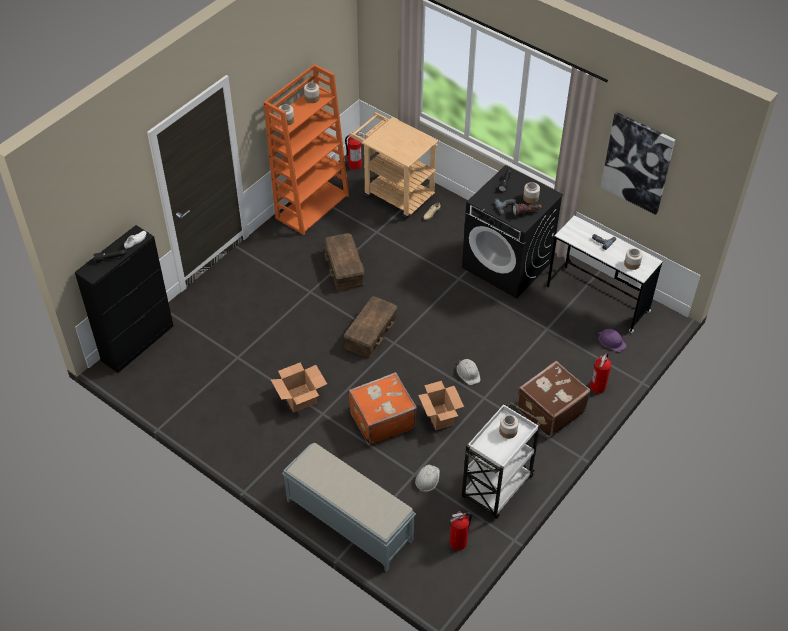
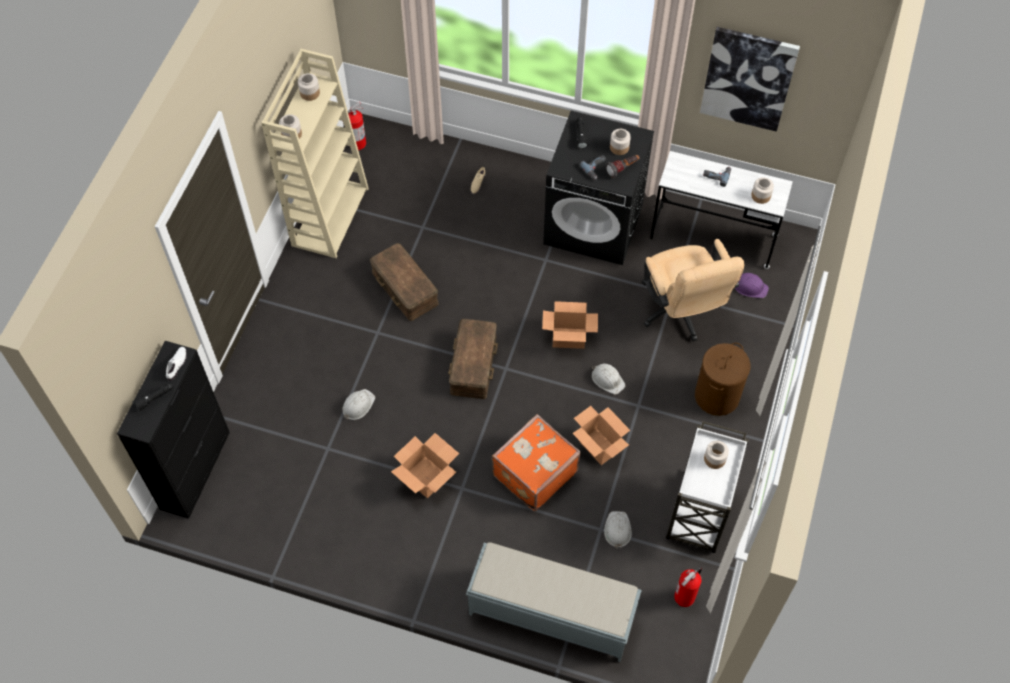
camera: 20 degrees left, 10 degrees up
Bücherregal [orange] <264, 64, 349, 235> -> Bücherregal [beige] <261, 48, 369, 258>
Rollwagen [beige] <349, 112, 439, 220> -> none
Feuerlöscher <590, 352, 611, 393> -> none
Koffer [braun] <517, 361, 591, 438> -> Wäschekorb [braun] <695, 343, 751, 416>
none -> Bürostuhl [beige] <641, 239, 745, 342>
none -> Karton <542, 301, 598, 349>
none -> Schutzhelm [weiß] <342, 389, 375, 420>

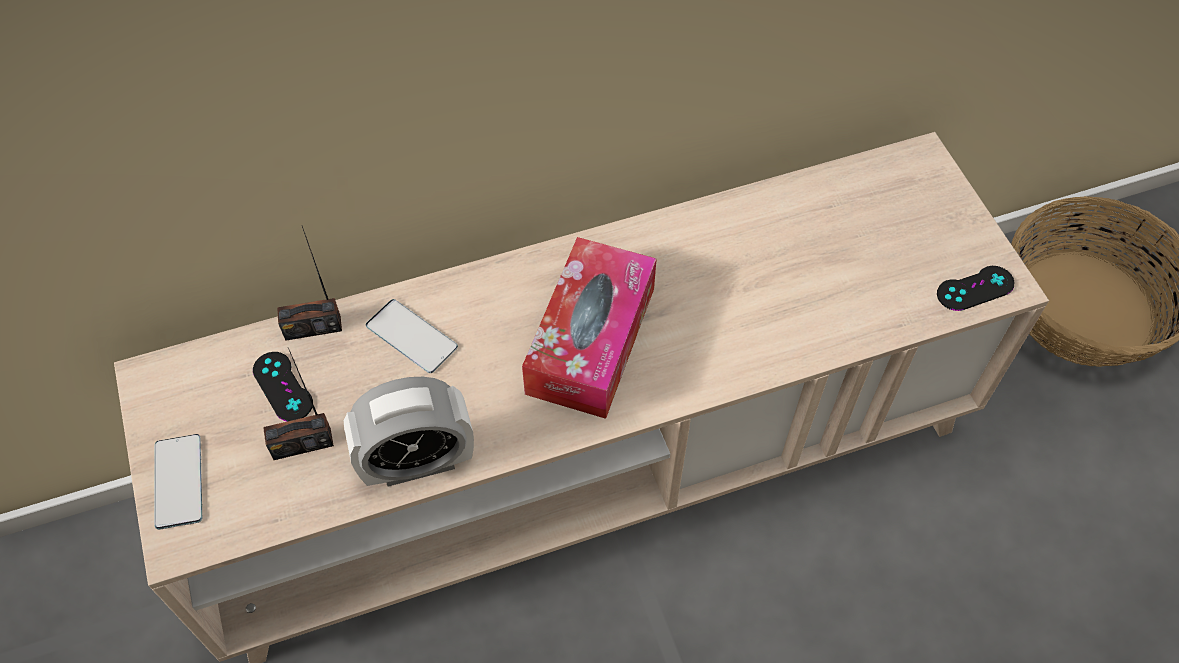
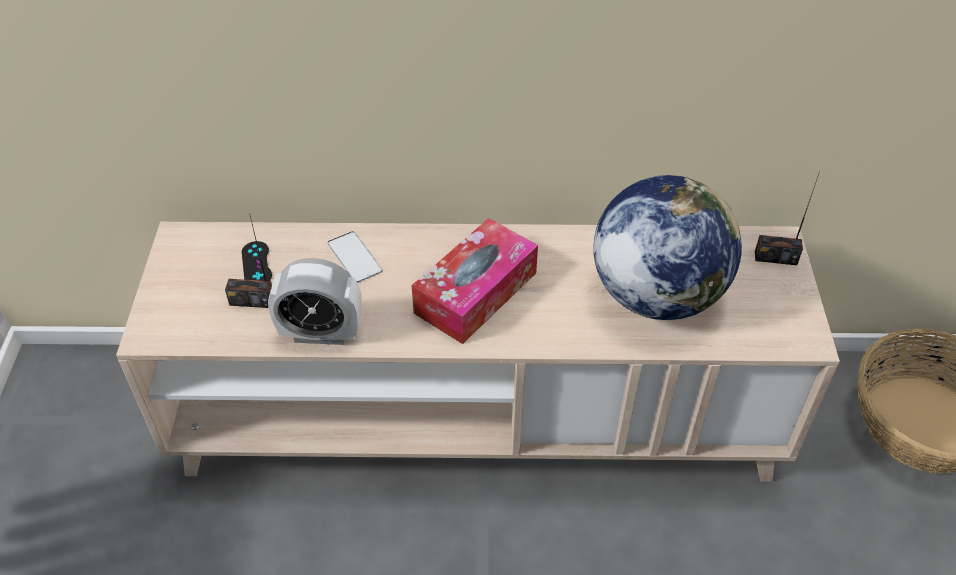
camera: 20 degrees right, 10 degrees down
Radio <277, 226, 342, 341> -> Radio <755, 171, 820, 265>, relocated
Gamepad [schwarz] <937, 266, 1014, 311> -> none
Handy <155, 434, 202, 530> -> none
none -> Globus <594, 175, 742, 320>

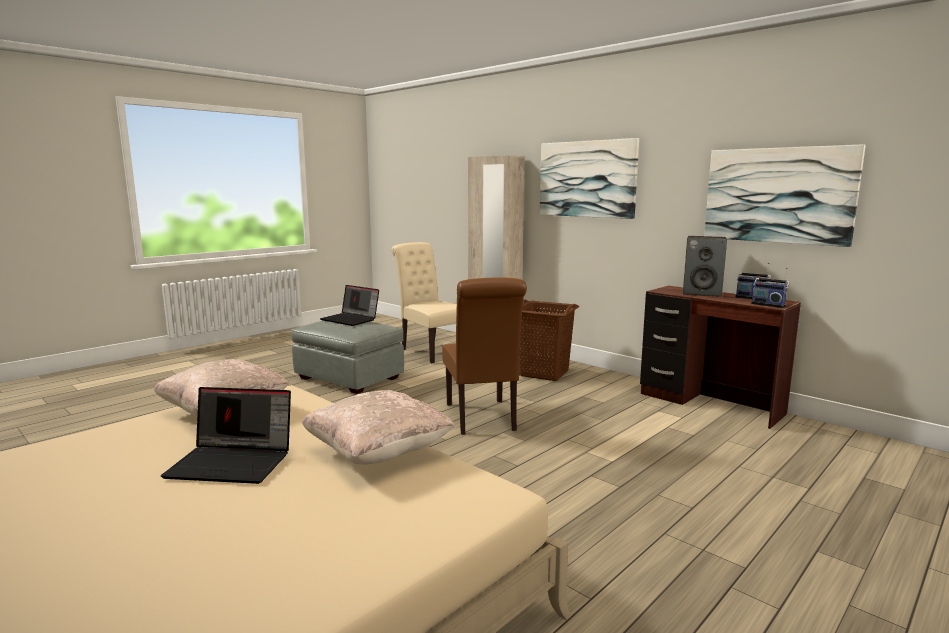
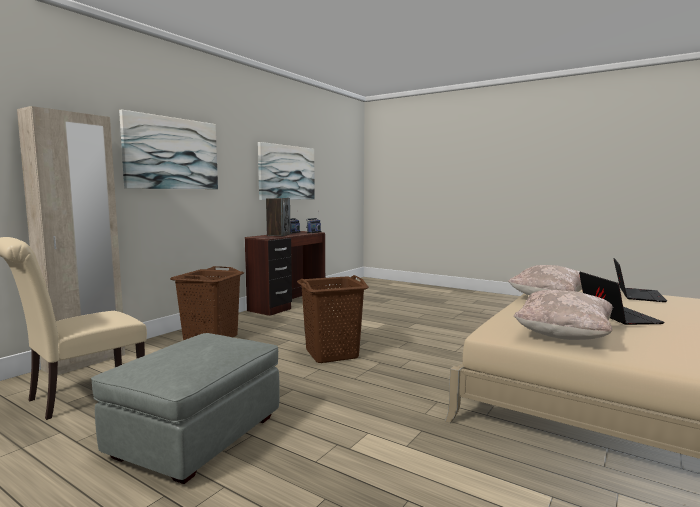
camera: 100 degrees left, 5 degrees down
Stuhl [braun] <442, 278, 527, 435> -> Wäschekorb [braun] <297, 275, 369, 363>
Laptop <320, 285, 379, 326> -> Laptop <613, 258, 667, 302>, relocated

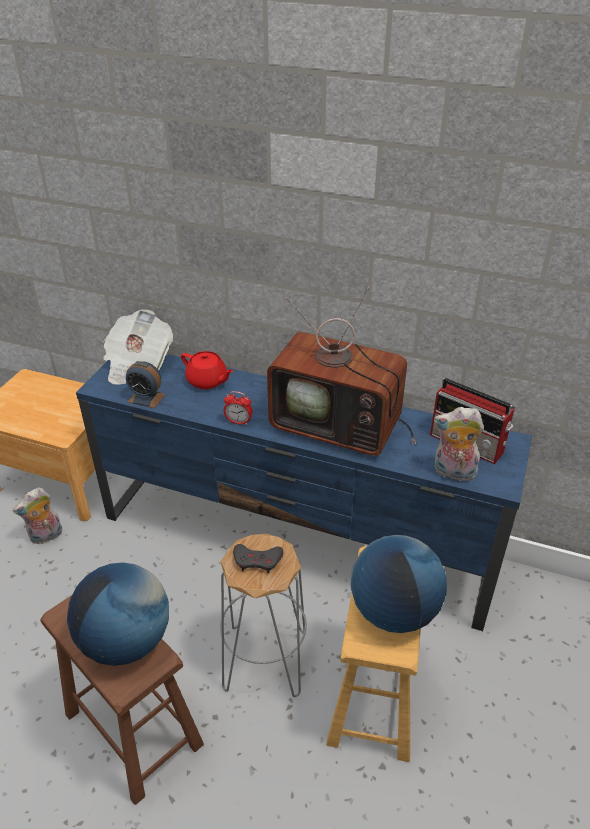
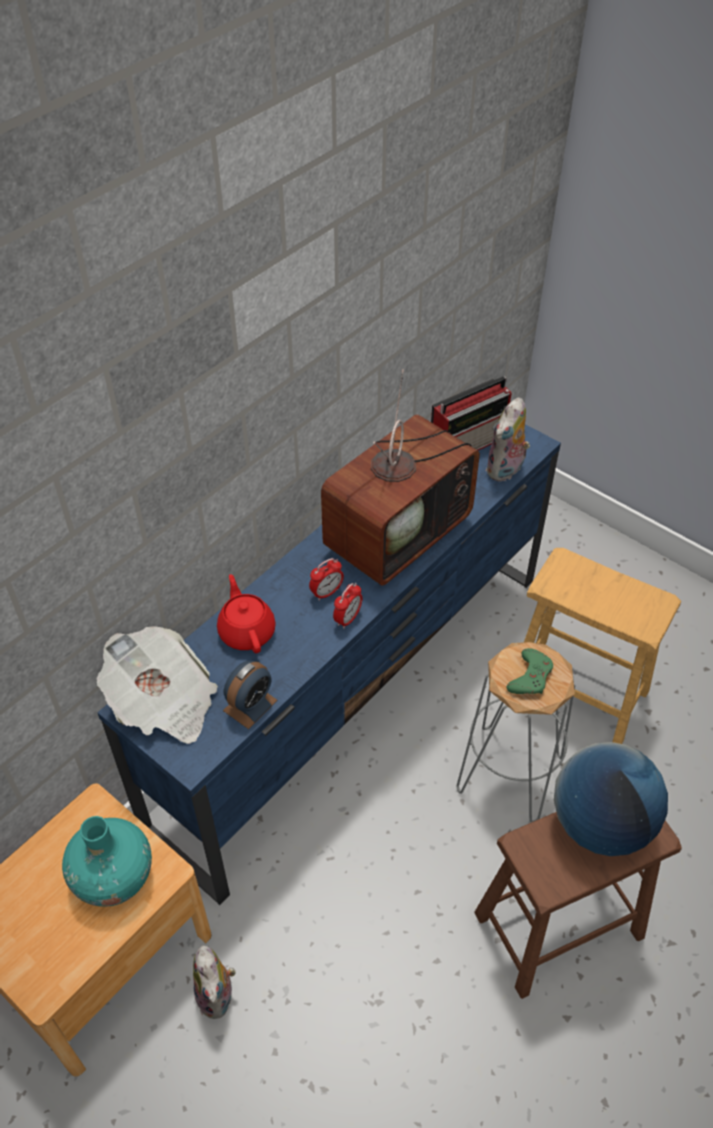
camera: 70 degrees left, 10 degrees up
Teekanne [rot] <181, 351, 234, 389> -> Teekanne [rot] <217, 574, 276, 653>, 75 degrees counterclockwise
Globus <351, 535, 447, 633> -> none
Gamepad [grau] <233, 544, 283, 573> -> Gamepad [grün] <507, 648, 553, 694>
none -> Wecker <309, 558, 344, 601>
none -> Vase [türkis] <62, 816, 152, 907>

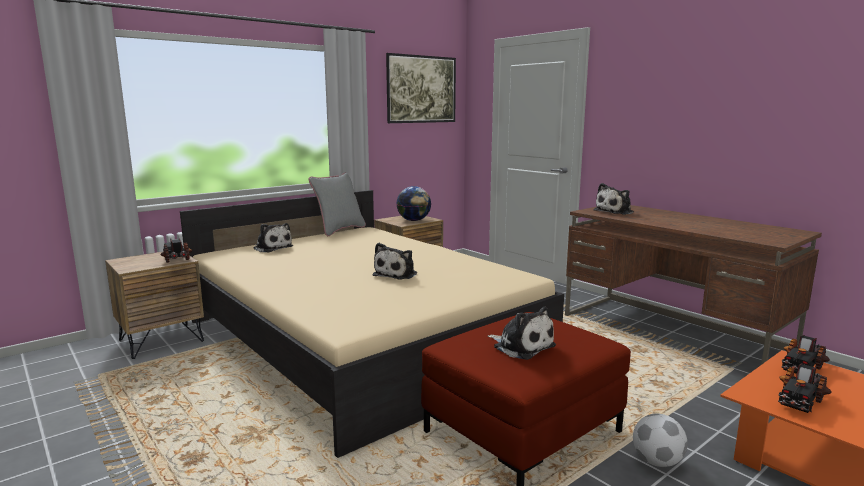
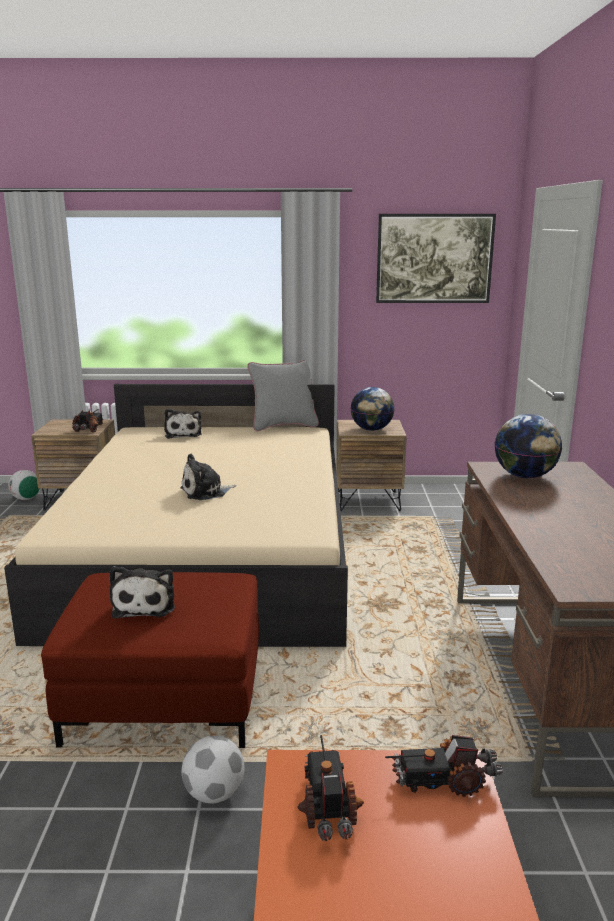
camera: 40 degrees right, 5 degrees up
Plüschtier <594, 183, 634, 215> -> Globus <495, 414, 562, 478>
Spielzeuglaster <778, 363, 832, 413> -> Spielzeuglaster <298, 735, 364, 841>, 90 degrees clockwise
none -> Fußball <8, 470, 40, 500>

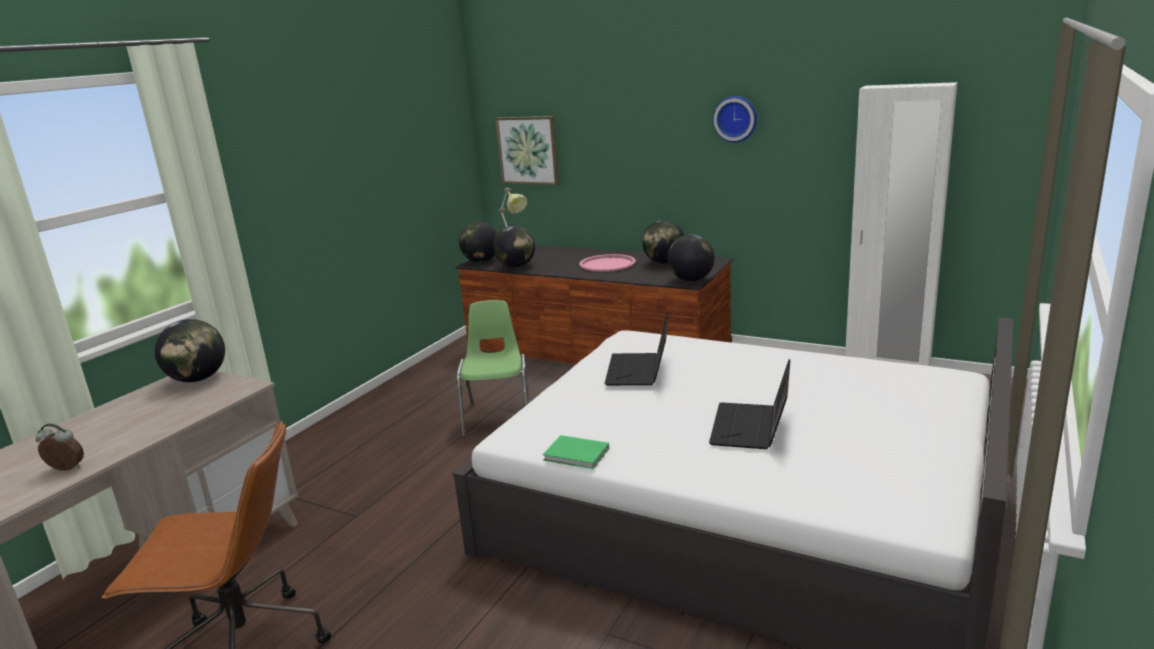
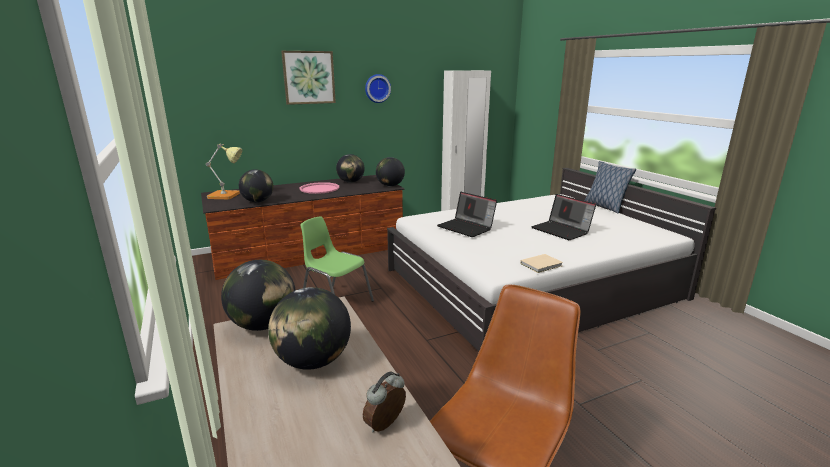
camera: 55 degrees left, 0 degrees up
Bild <495, 116, 559, 185> -> Bild <281, 51, 336, 105>, relocated
Globus <459, 222, 498, 262> -> Globus <268, 287, 351, 370>, relocated
Buch [grün] <543, 435, 609, 469> -> Buch [beige] <520, 254, 563, 273>
none -> Kissen <584, 161, 636, 213>

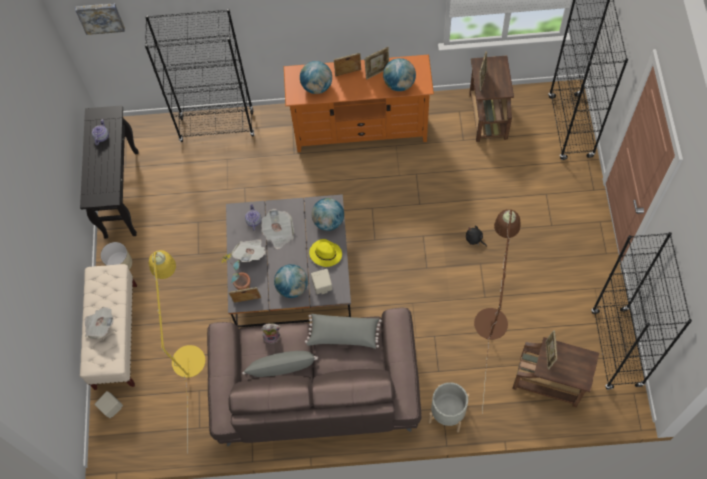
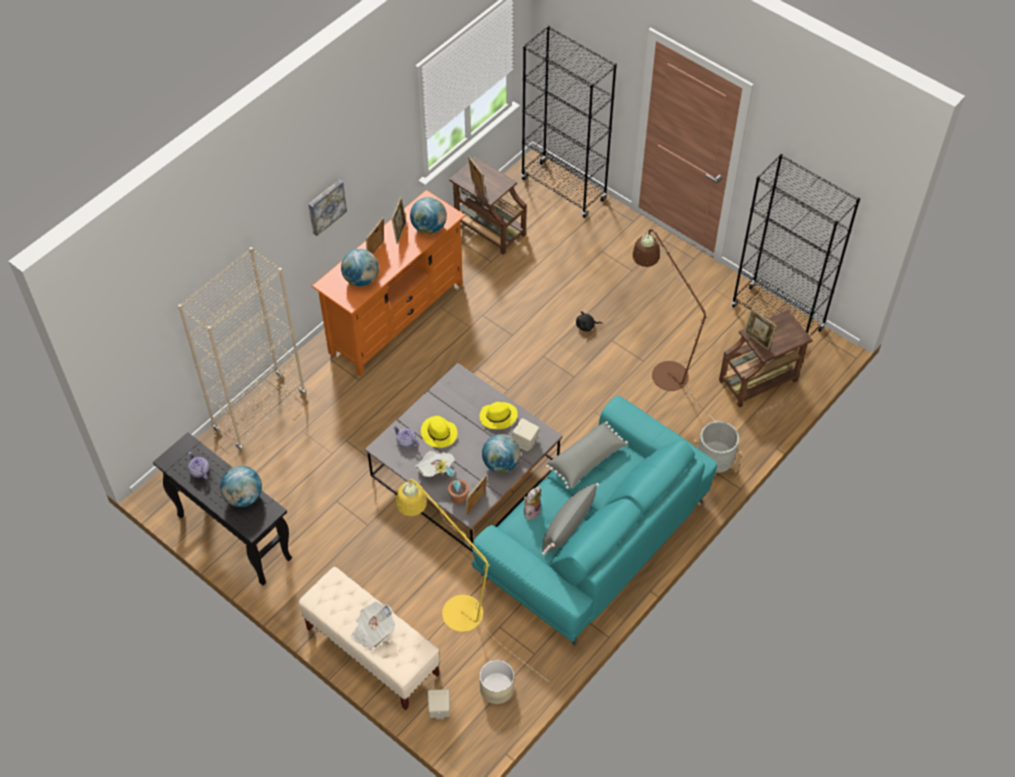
camera: 50 degrees left, 10 degrees down
Bild <75, 3, 125, 35> -> Bild <308, 179, 347, 236>, relocated
Bücherregal [schwarz] <145, 9, 255, 142> -> Bücherregal [beige] <178, 247, 306, 451>
Globus <311, 198, 344, 231> -> Globus <220, 466, 262, 507>, relocated
Zeitung <261, 209, 294, 249> -> Hut [gelb] <421, 416, 457, 448>
Pflanzkübel [beige] <101, 242, 132, 270> -> Pflanzkübel [beige] <480, 660, 514, 704>, relocated
Sofa [braun] <207, 307, 421, 446> -> Sofa [türkis] <471, 396, 717, 646>

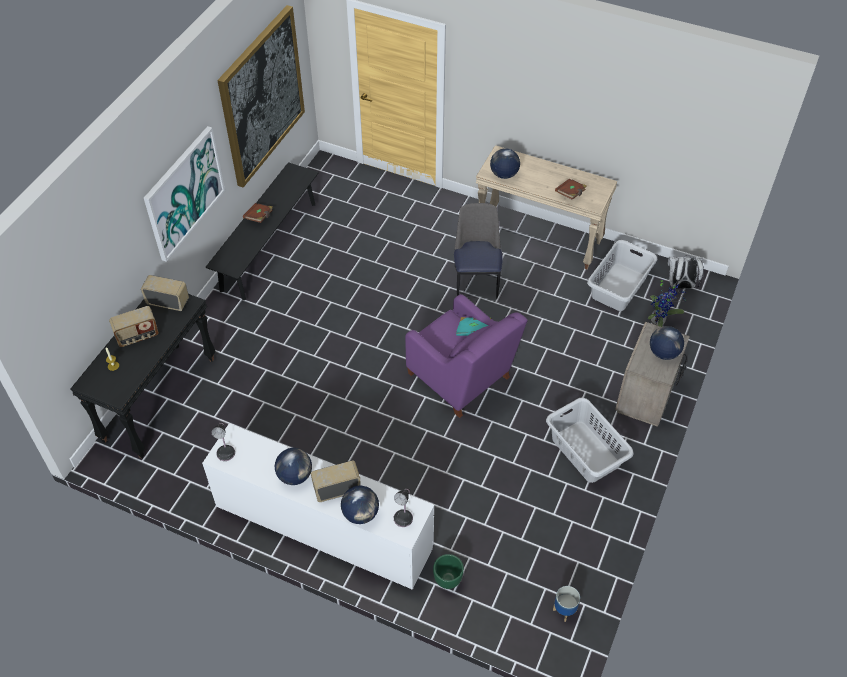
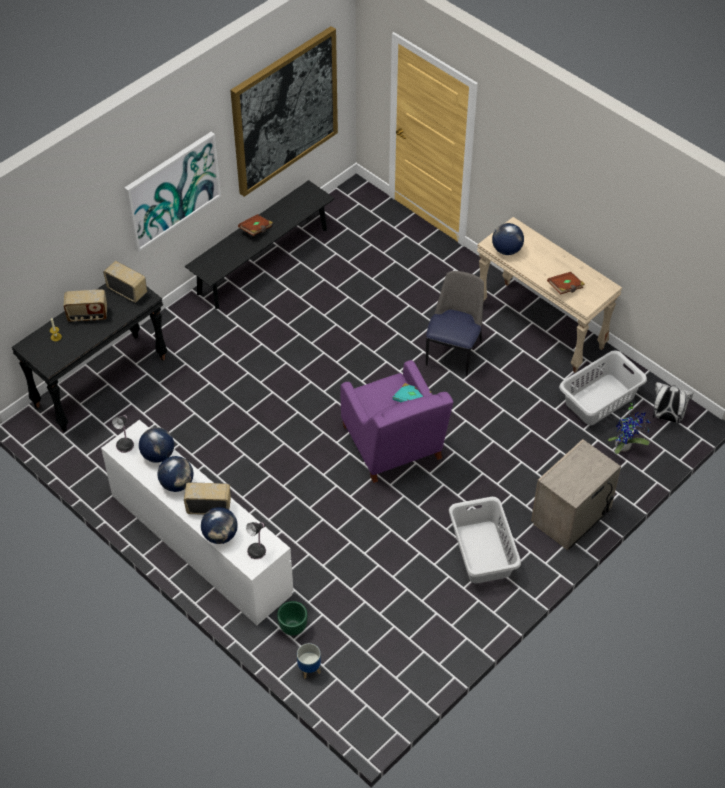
camera: 20 degrees right, 0 degrees up
Globus <650, 326, 684, 360> -> Globus <139, 427, 174, 463>, relocated
Pflanzkübel <553, 586, 580, 622> -> Pflanzkübel <297, 643, 321, 679>, relocated

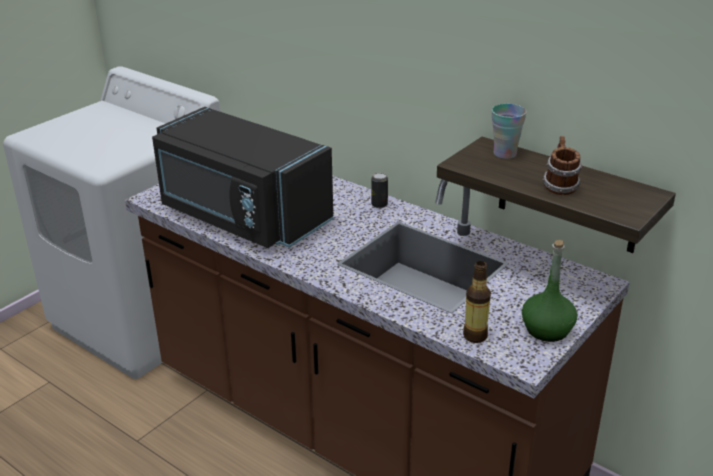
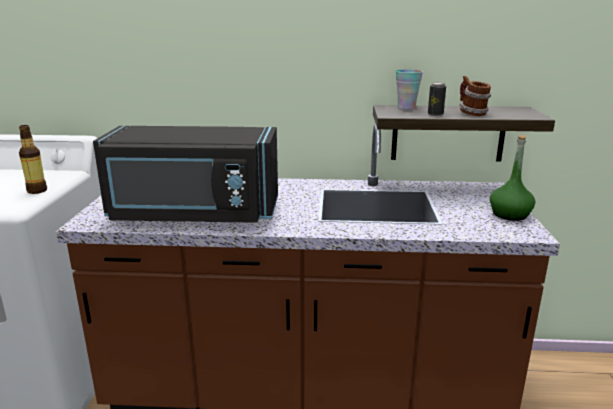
camera: 35 degrees left, 10 degrees down
Dose <371, 173, 388, 208> -> Dose <428, 83, 446, 116>, relocated
Flasche <463, 261, 491, 343> -> Flasche <19, 125, 47, 194>, relocated

